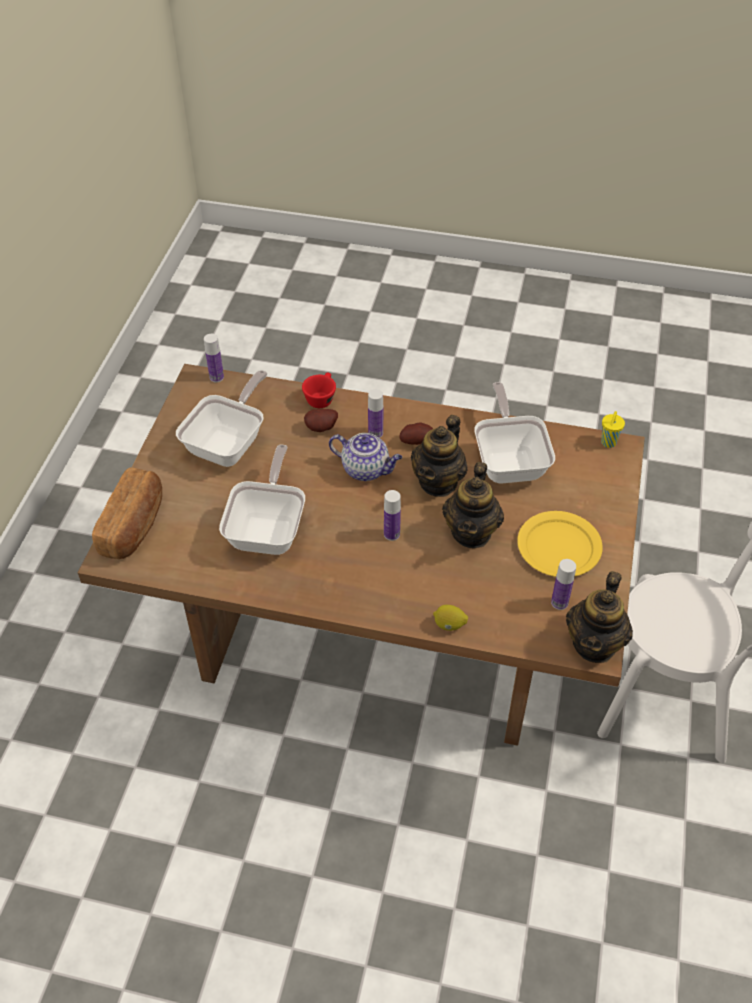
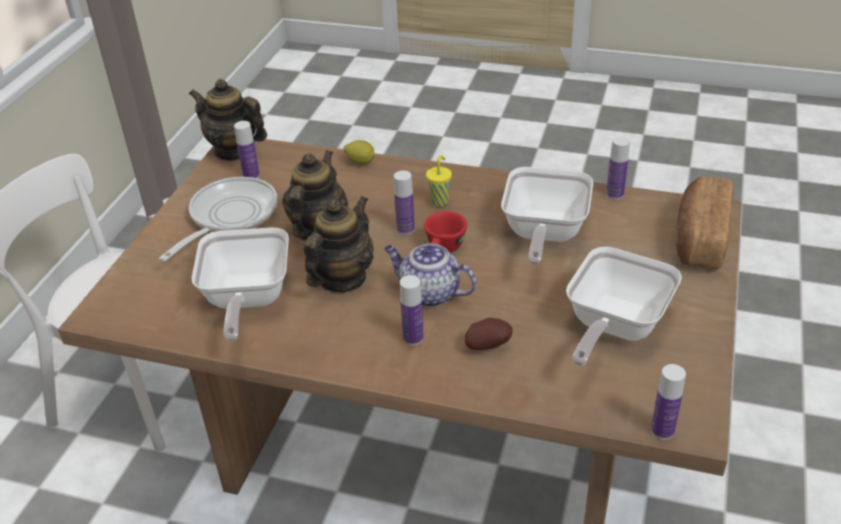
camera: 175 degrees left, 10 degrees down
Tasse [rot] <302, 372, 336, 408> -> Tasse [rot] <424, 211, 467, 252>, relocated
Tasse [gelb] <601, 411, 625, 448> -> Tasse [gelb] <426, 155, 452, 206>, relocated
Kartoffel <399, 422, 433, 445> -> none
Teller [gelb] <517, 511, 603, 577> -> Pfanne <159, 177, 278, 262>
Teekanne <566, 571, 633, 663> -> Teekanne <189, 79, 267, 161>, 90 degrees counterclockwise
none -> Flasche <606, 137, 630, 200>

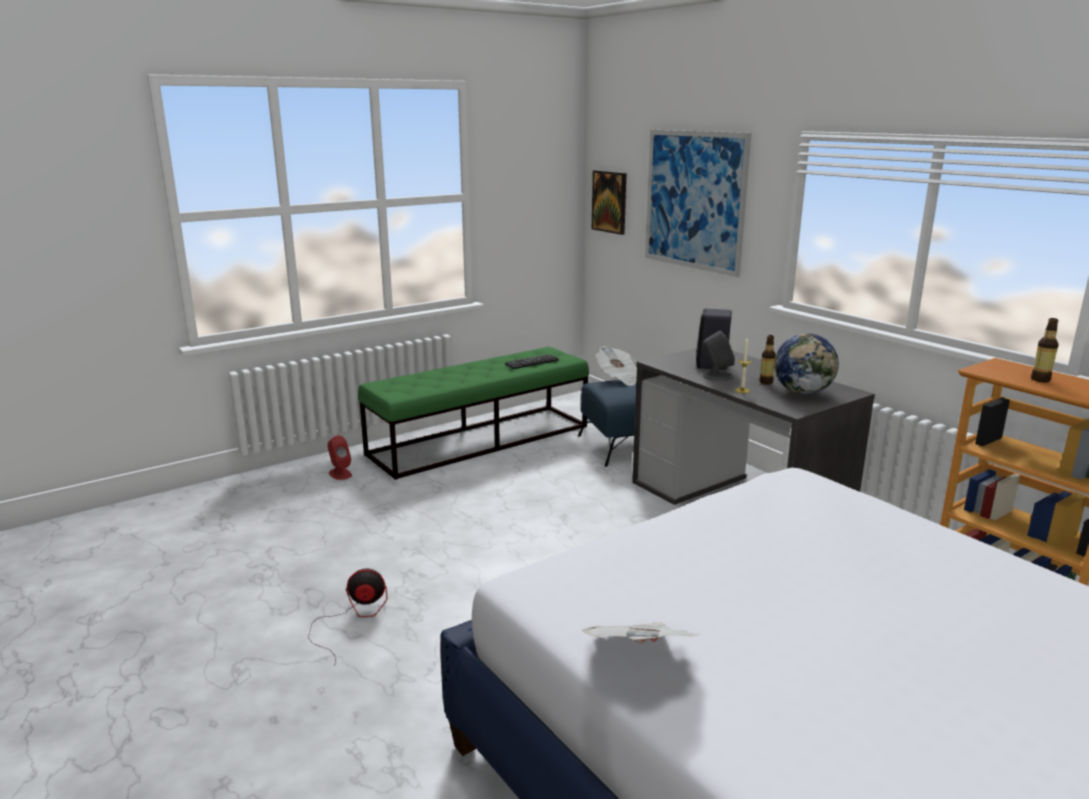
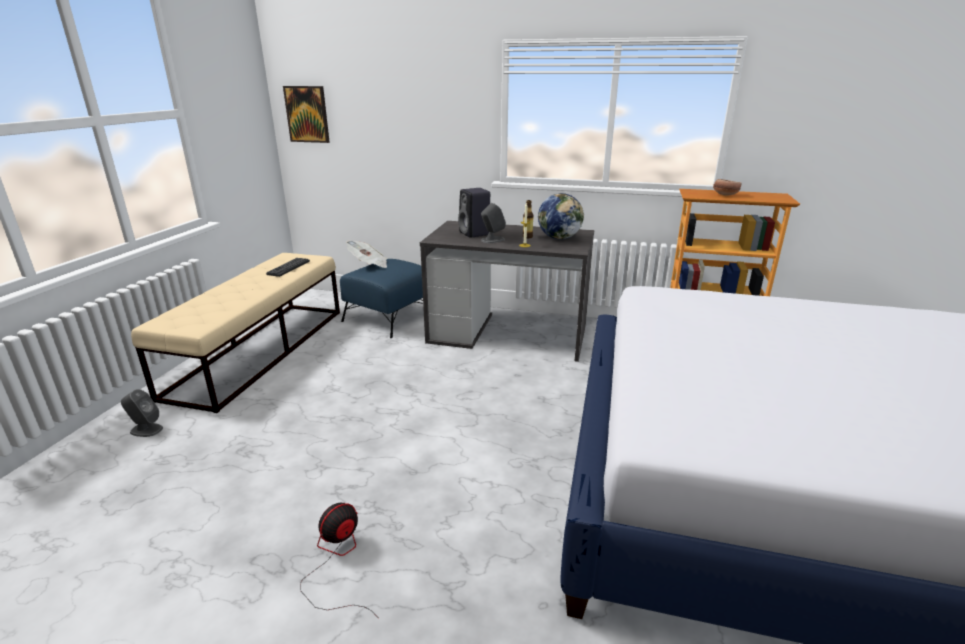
camera: 40 degrees left, 5 degrees up
Bild <645, 130, 751, 277> -> none
Flasche <1031, 318, 1059, 382> -> Schüssel <713, 179, 742, 196>
Bank [grün] <358, 347, 589, 480> -> Bank [beige] <131, 253, 340, 413>
Lautsprecher [rot] <328, 435, 352, 480> -> Lautsprecher [grau] <121, 389, 163, 437>
Zeitung <582, 622, 698, 644> -> none

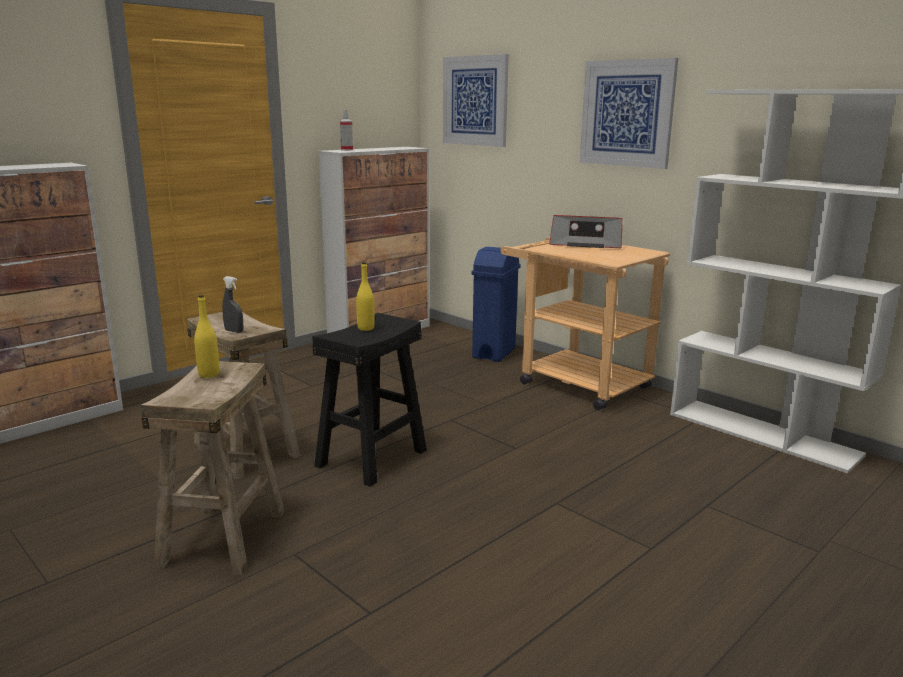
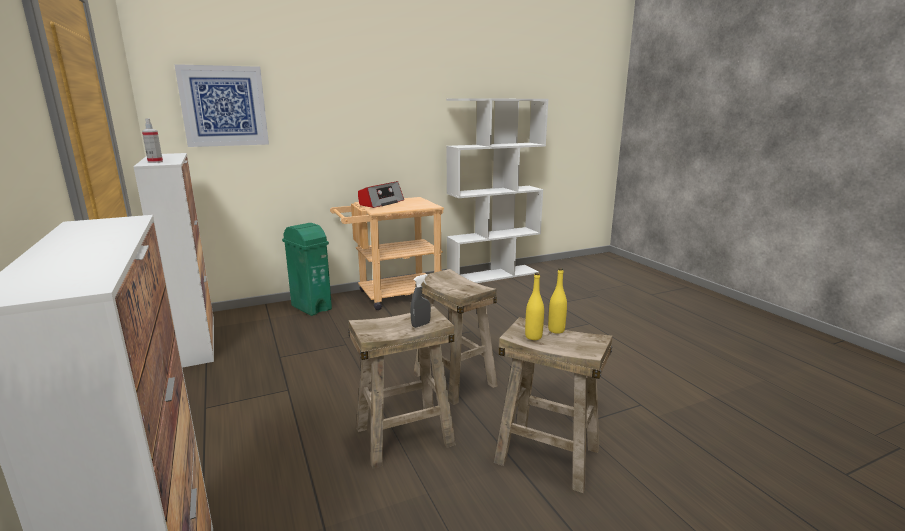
camera: 70 degrees left, 0 degrees up
Bild <580, 58, 678, 169> -> none
Mülleimer [blau] <471, 247, 521, 362> -> Mülleimer [grün] <282, 223, 332, 316>
Flasche [gelb] <356, 262, 375, 331> -> Flasche [gelb] <548, 268, 567, 334>, relocated
Hocker [schwarz] <312, 313, 427, 487> -> Hocker [beige] <413, 269, 498, 405>

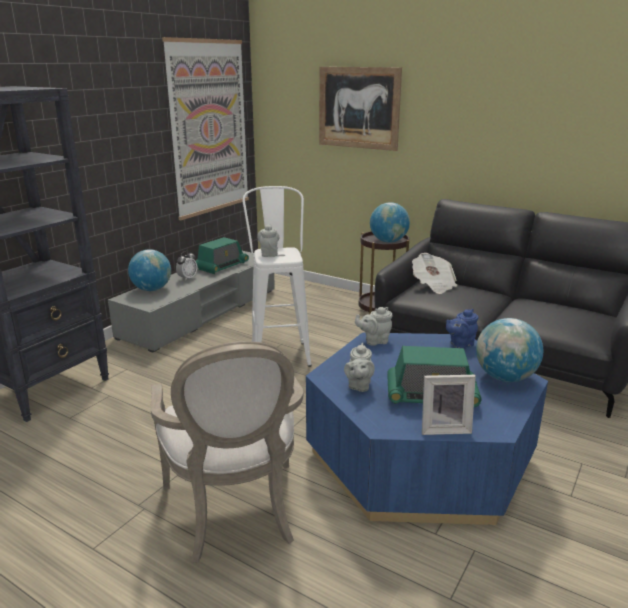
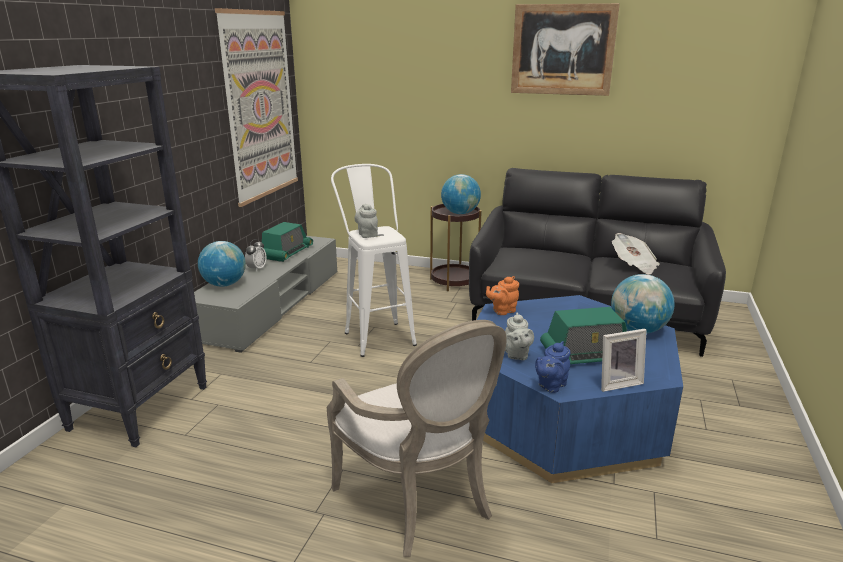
camera: 15 degrees left, 0 degrees up
Bild <319, 67, 402, 151> -> Bild <511, 3, 620, 96>, relocated
Zeitung <412, 253, 457, 294> -> Zeitung <612, 233, 659, 275>, relocated
Teekanne [grau] <355, 307, 392, 346> -> Teekanne [orange] <486, 276, 519, 315>
Teekanne [blau] <446, 309, 478, 349> -> Teekanne [blau] <535, 341, 571, 393>, relocated

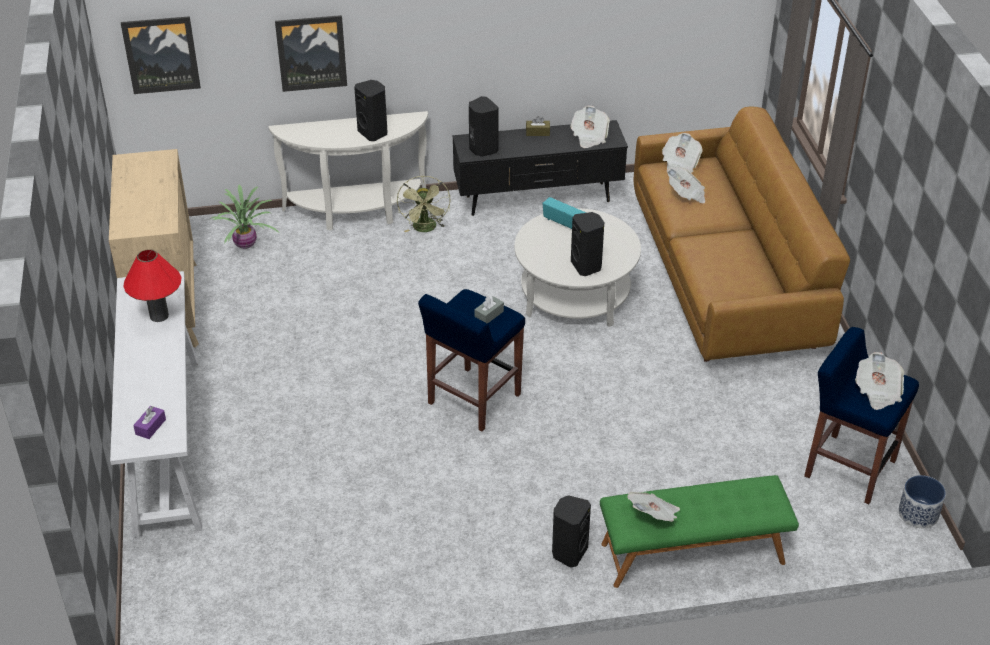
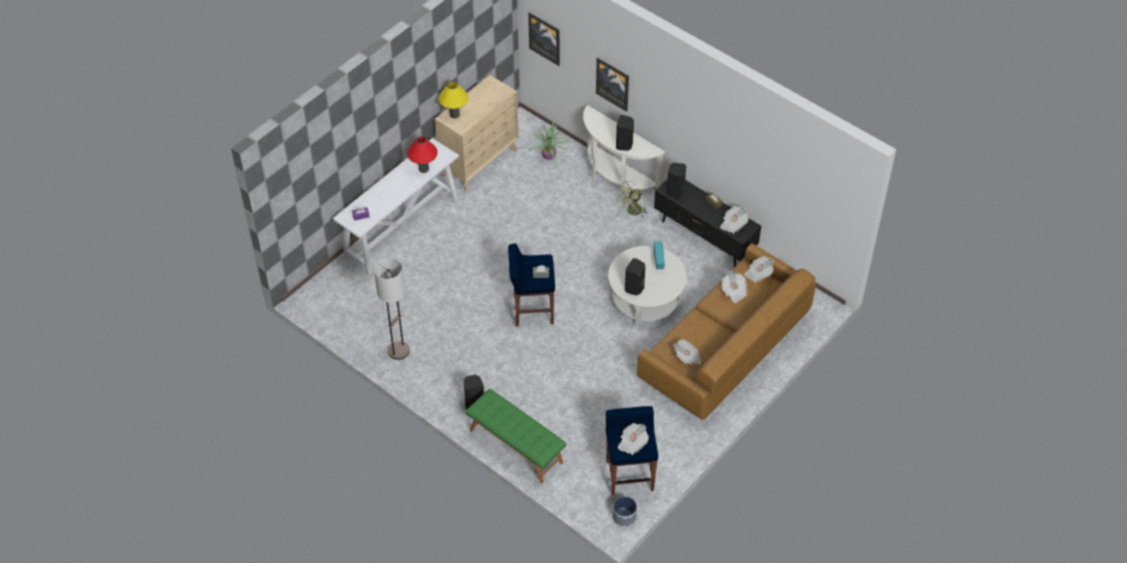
camera: 50 degrees right, 10 degrees up
Zeitung <627, 492, 680, 522> -> Zeitung <674, 340, 701, 365>, relocated
none -> Tischlampe [gelb] <438, 82, 469, 118>
none -> Stehlampe <374, 258, 410, 360>

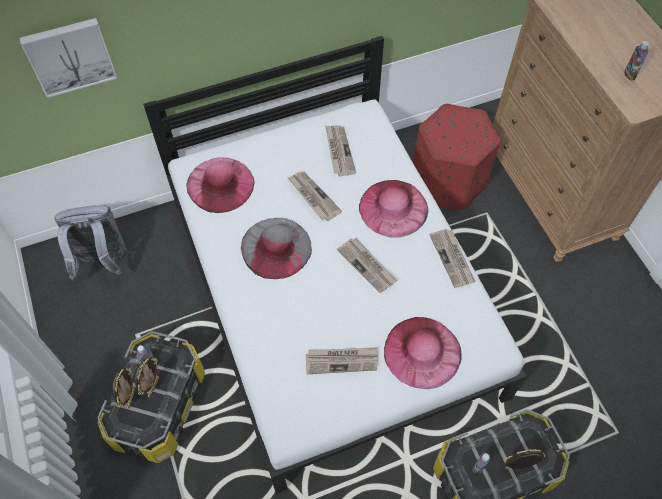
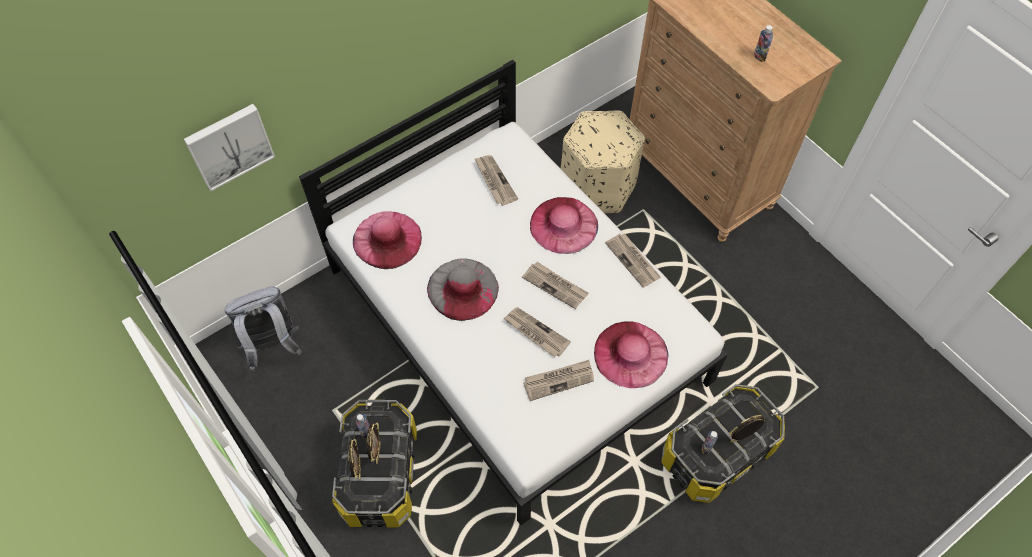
camera: 15 degrees left, 0 degrees up
Polsterhocker [rot] <413, 104, 500, 210> -> Polsterhocker [beige] <561, 110, 645, 213>
Zeitung <287, 171, 342, 221> -> Zeitung <503, 307, 571, 357>, relocated

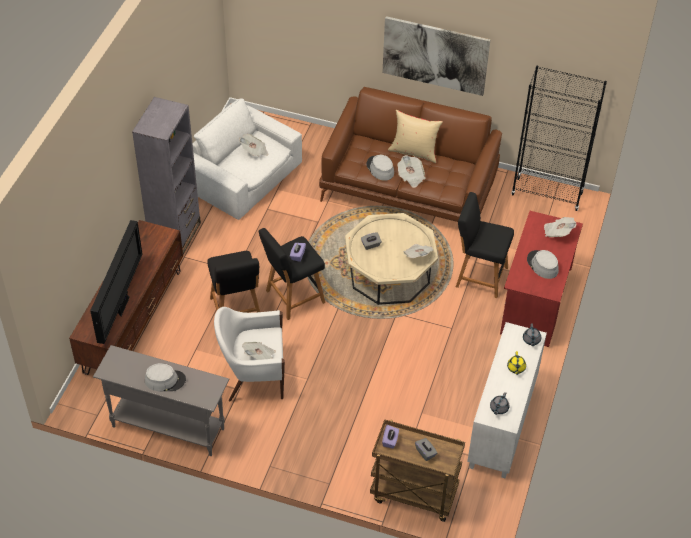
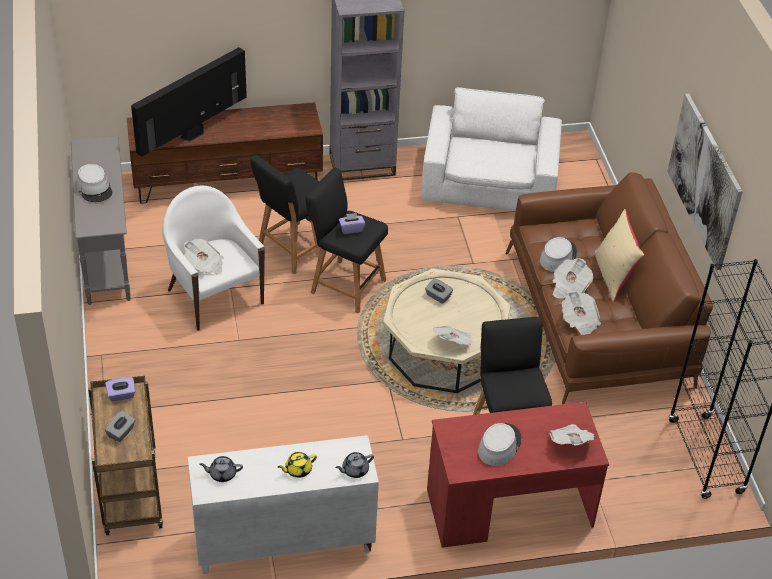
camera: 60 degrees right, 5 degrees down
Zeitung <239, 134, 269, 156> -> Zeitung <562, 290, 601, 335>, relocated
Fernseher <90, 220, 142, 344> -> Fernseher <131, 47, 247, 157>, 150 degrees clockwise

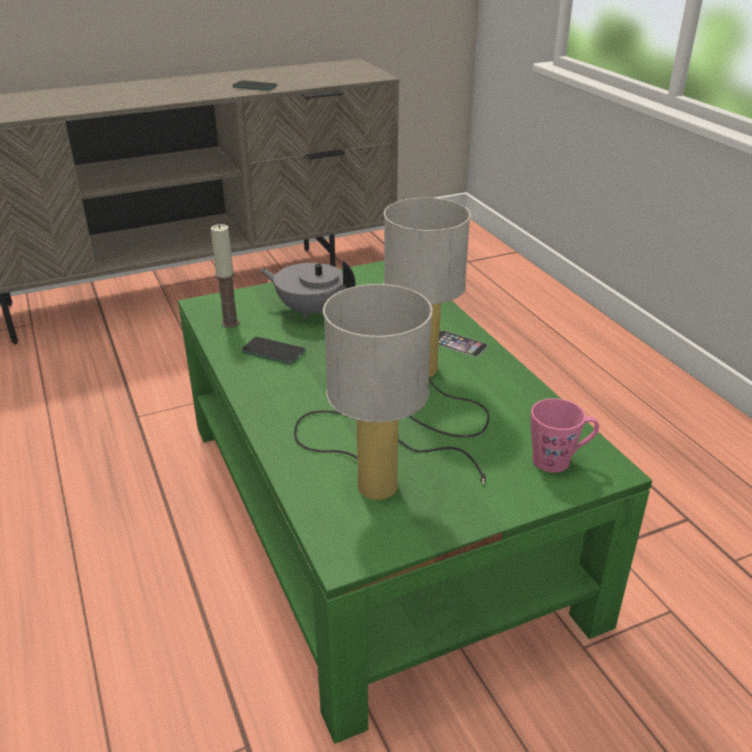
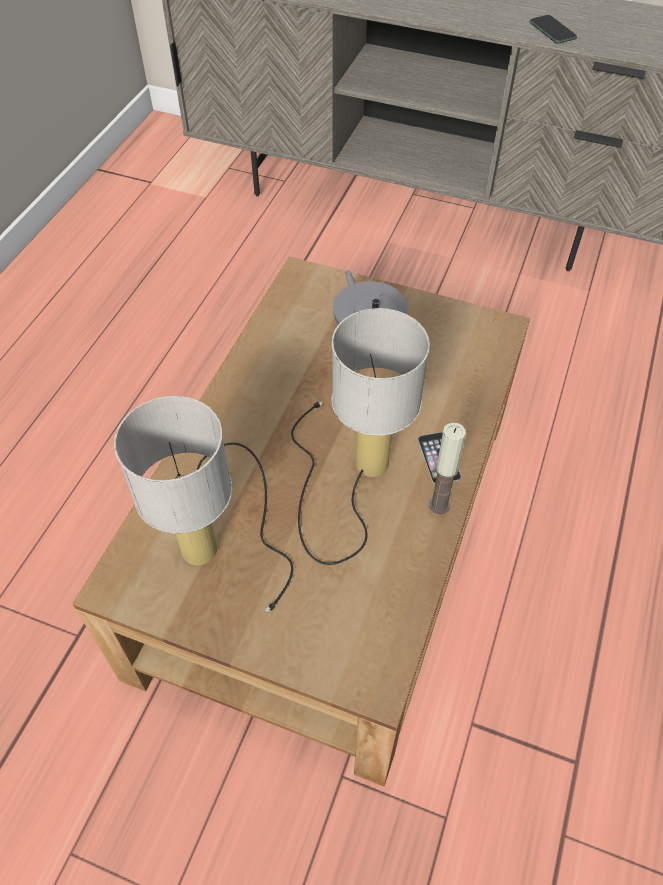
camera: 45 degrees right, 20 degrees up
Kerze <211, 224, 239, 328> -> Kerze <429, 423, 466, 514>, relocated
Couchtisch [grün] <178, 260, 652, 744> -> Couchtisch [braun] <72, 256, 530, 787>
Handy <241, 337, 306, 364> -> none
Henkelbecher [rosa] <531, 398, 599, 473> -> none

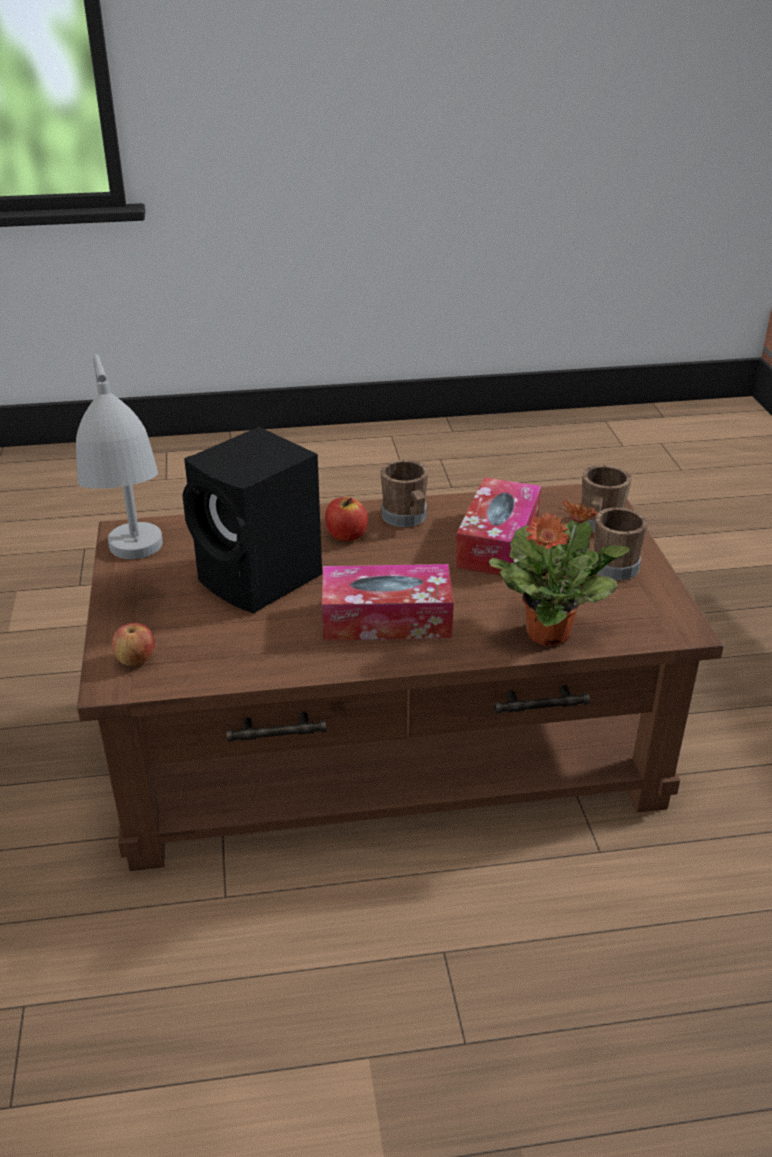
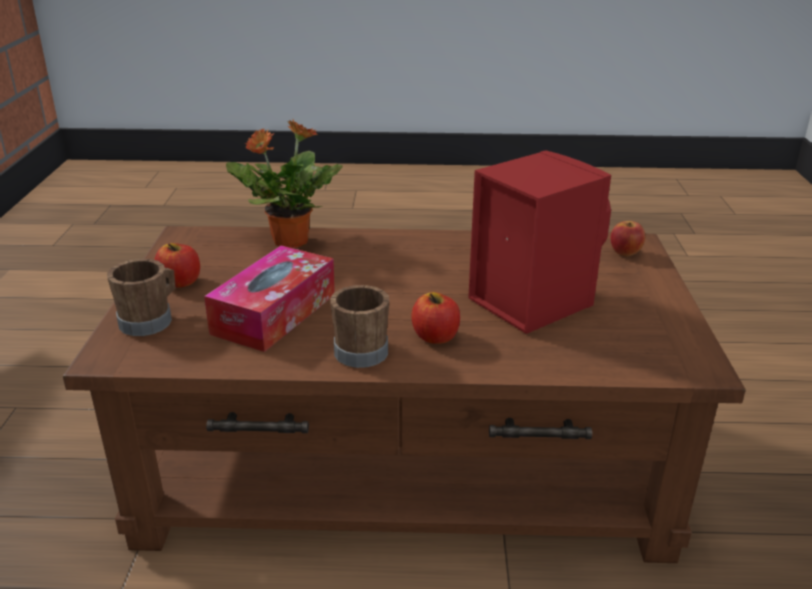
camera: 170 degrees left, 5 degrees down
Tischlampe [grau] <76, 354, 163, 559> -> none
Lautsprecher [schwarz] <182, 427, 322, 614> -> Lautsprecher [rot] <468, 150, 611, 334>
Henkelbecher [braun] <593, 507, 648, 580> -> Apfel <154, 243, 200, 288>
Taschentuchbox <322, 564, 454, 641> -> none

